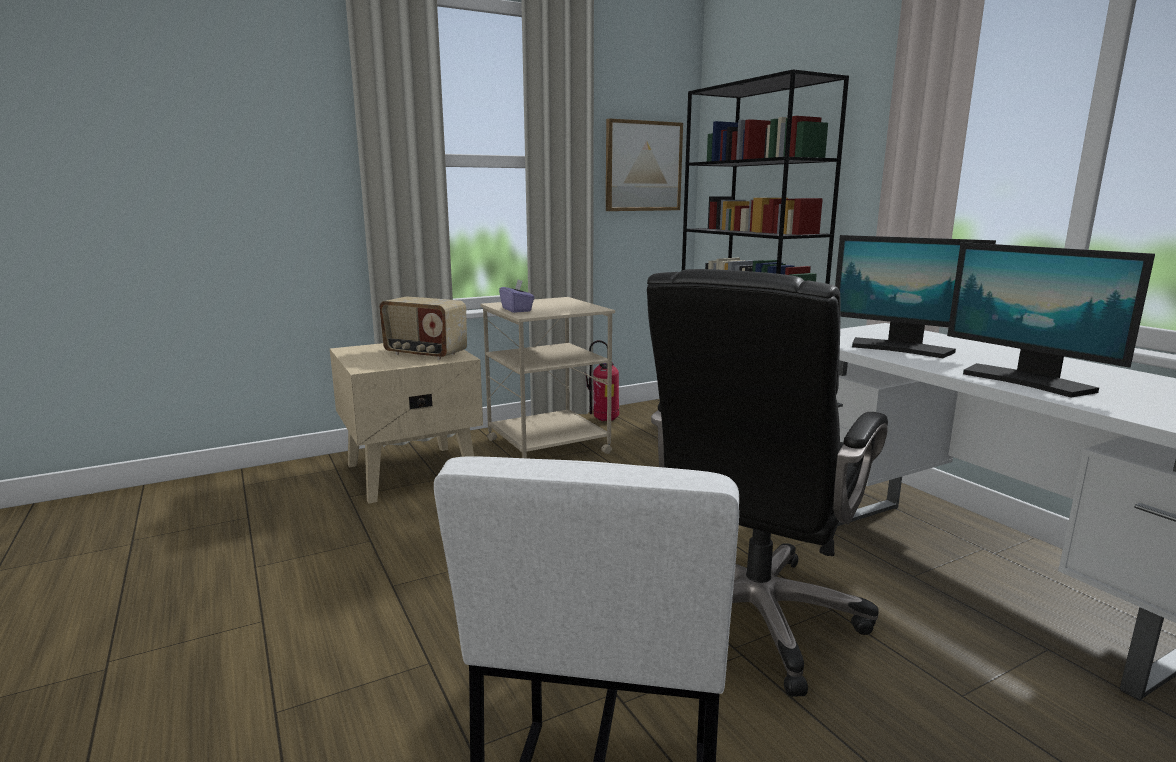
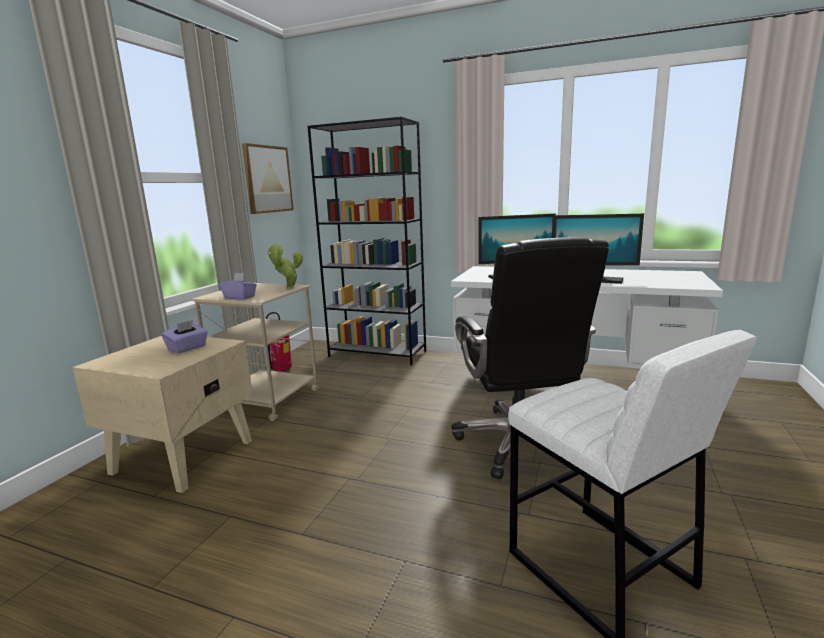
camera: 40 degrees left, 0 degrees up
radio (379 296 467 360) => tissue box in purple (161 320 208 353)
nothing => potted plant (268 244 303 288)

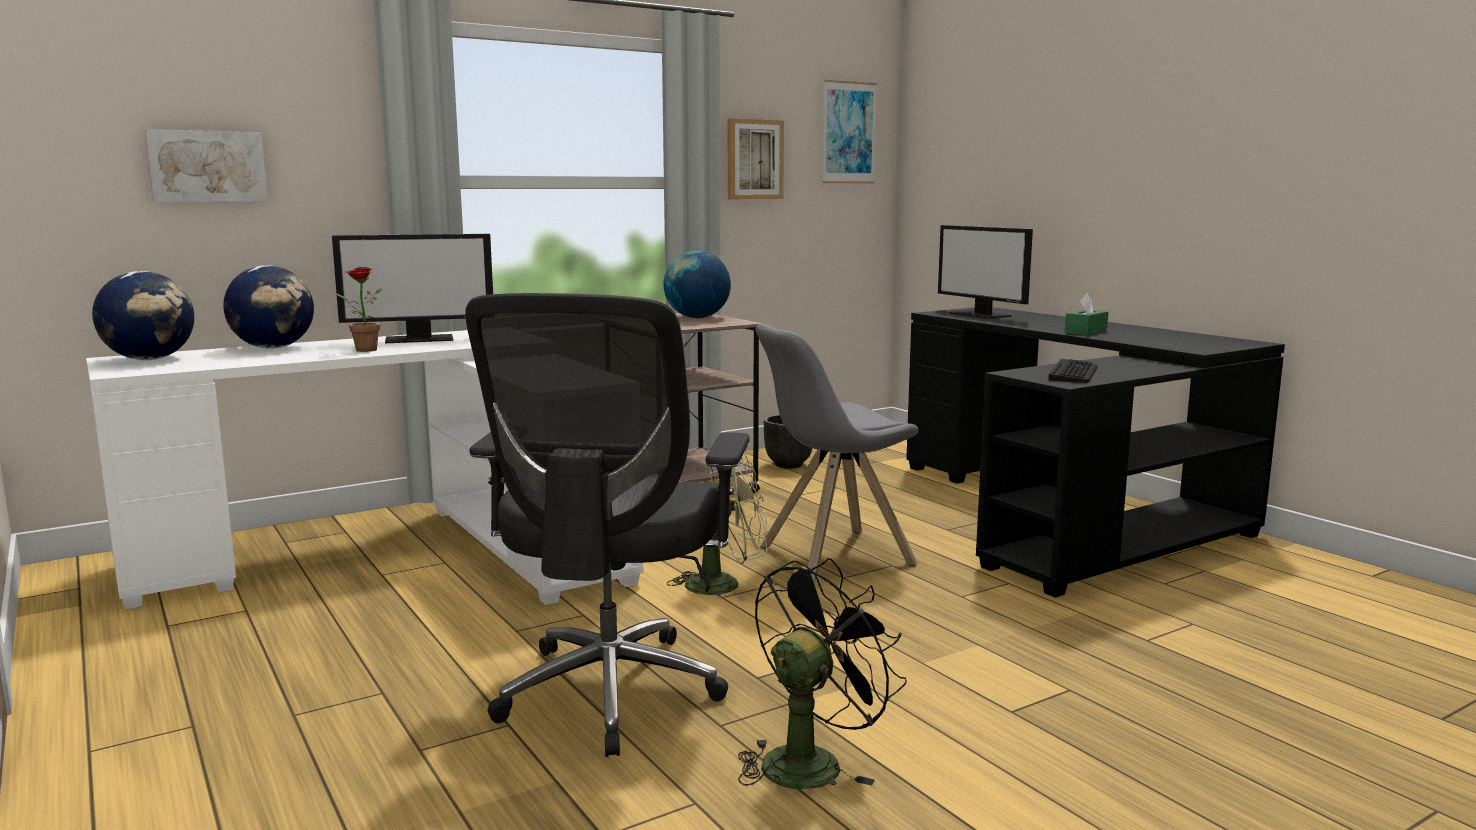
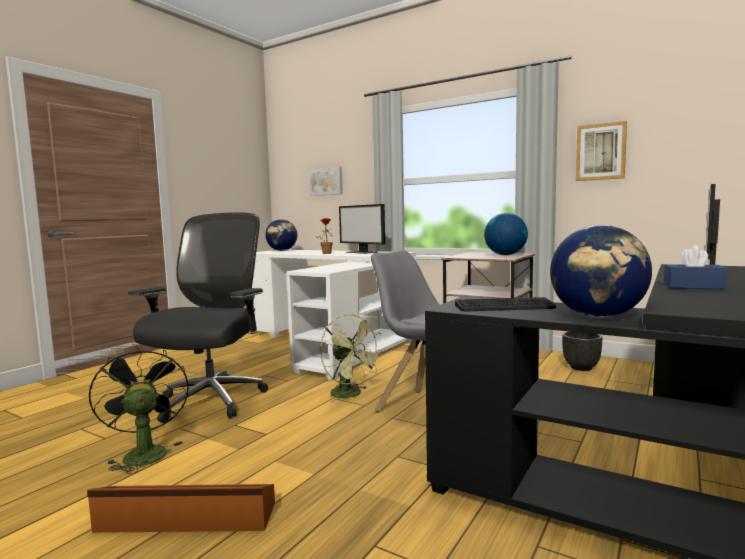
camera: 65 degrees right, 5 degrees down
globe (223 265 314 349) => globe (550 225 652 318), relocated
office chair (465 293 750 757) => office chair (128 212 268 423), 120 degrees clockwise
fan in black (738 558 907 789) => fan in black (89 346 189 474), 135 degrees counterclockwise
picture (822 80 877 183) => nothing
tissue box in green (1065 293 1108 335) => tissue box in blue (664 245 728 289)
nothing => storage box in brown (87 484 275 533)

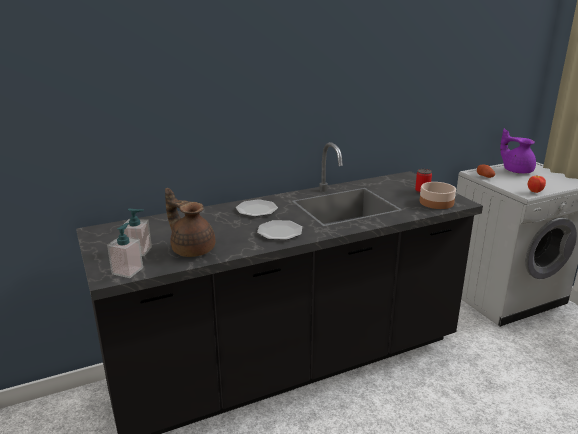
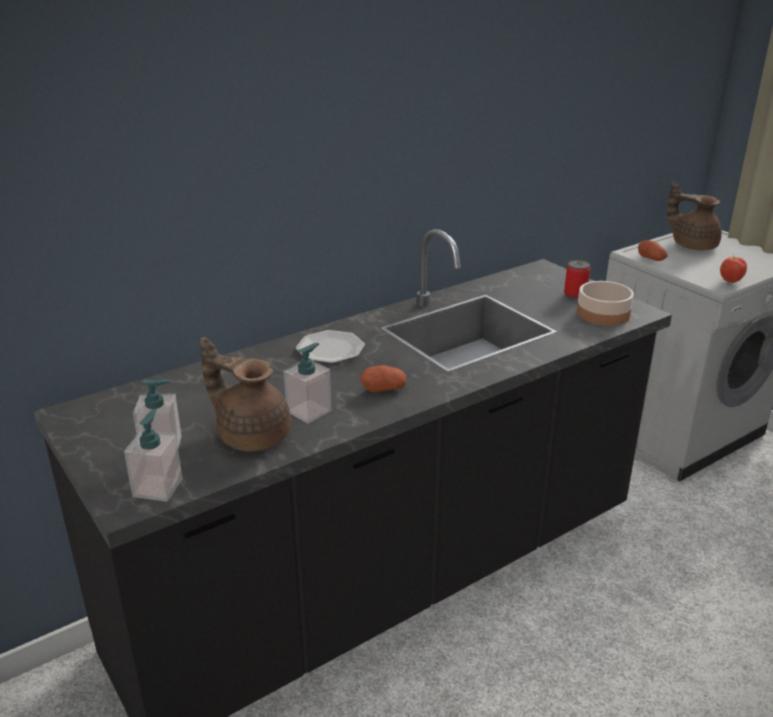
camera: 10 degrees left, 5 degrees up
plate (257 220 302 240) => potato (361 365 407 392)
teapot in purple (500 129 536 174) => teapot in brown (667 182 722 250)
nothing => soap dispenser (284 343 331 423)

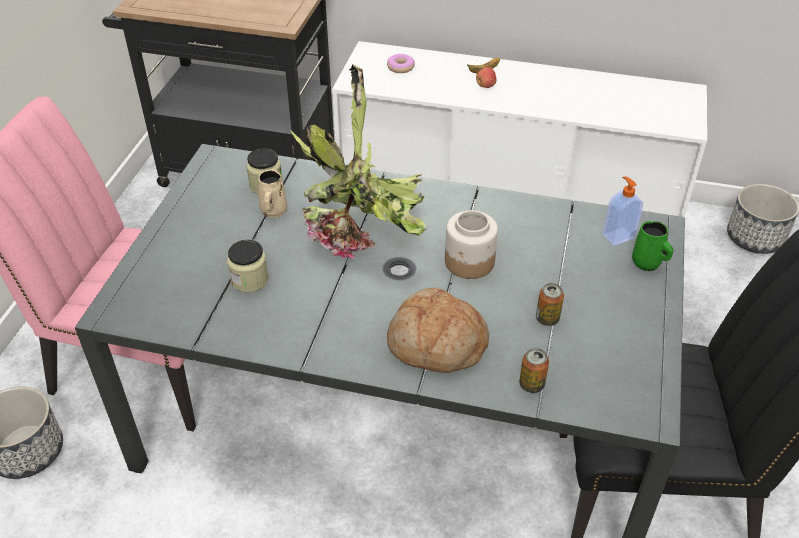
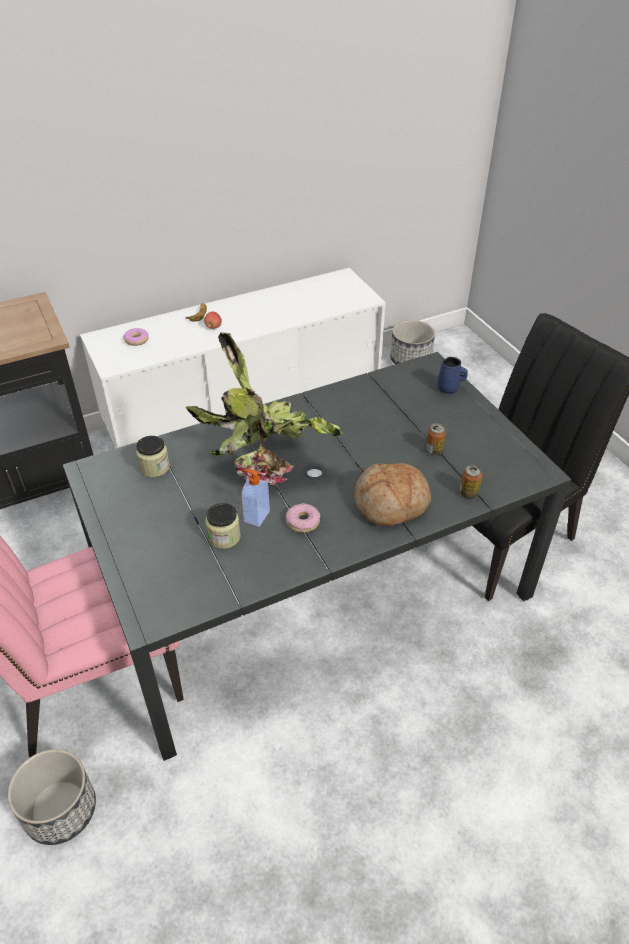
camera: 40 degrees left, 0 degrees up
mug in beige (258 169 287 218) => nothing
jar (445 210 498 279) => nothing
soap dispenser (602 176 643 246) => soap dispenser (242 469 270 527), relocated
mug in green (632 221 673 271) => mug in blue (437 357 468 394)
nothing => donut (286 503 320 533)

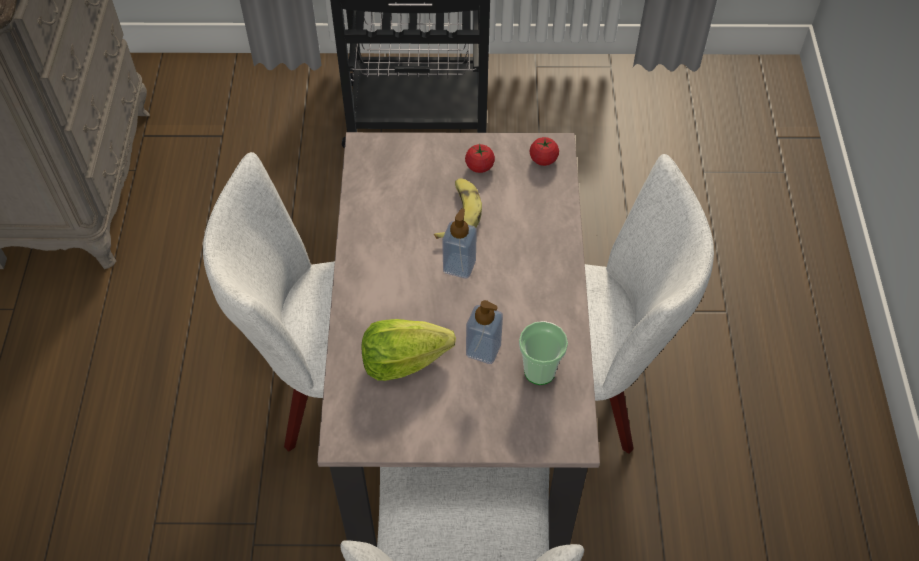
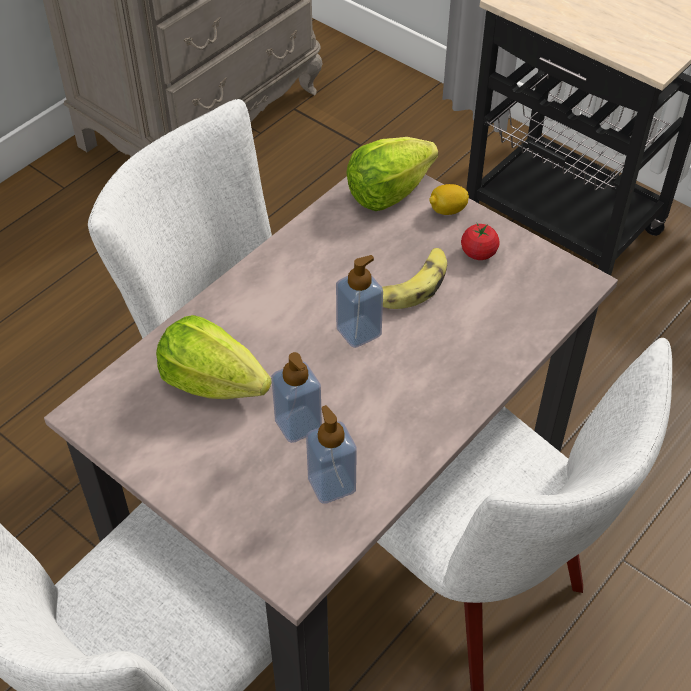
camera: 40 degrees right, 5 degrees down
cup (519 321 568 385) => soap dispenser (306 405 357 504)
tomato (530 137 559 166) => nothing
nothing => lettuce (346 137 438 211)
nothing => lemon (429 184 469 215)

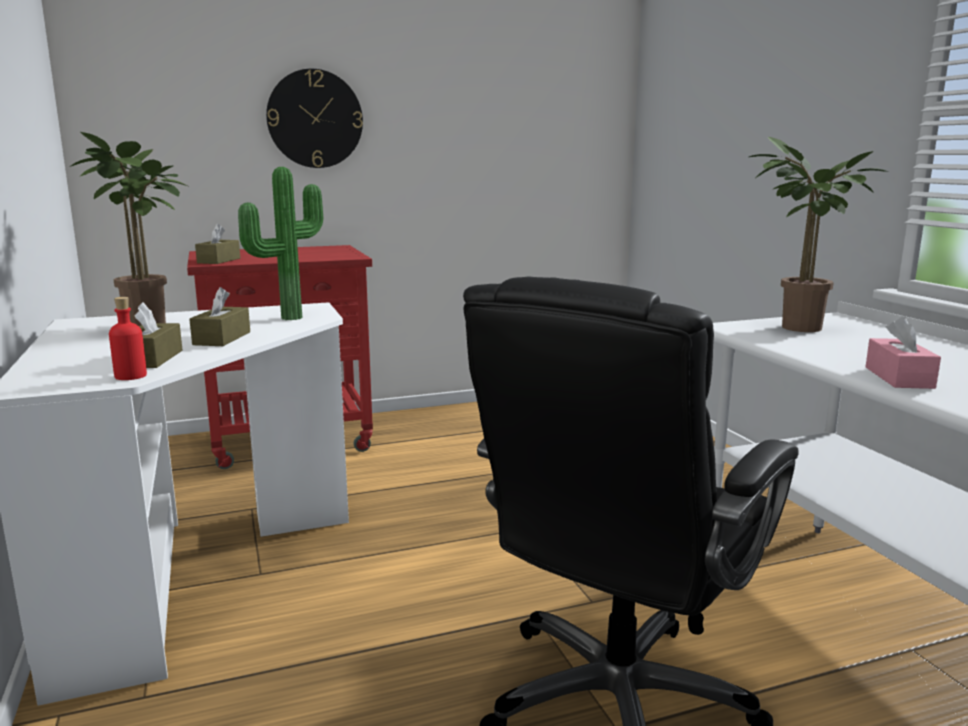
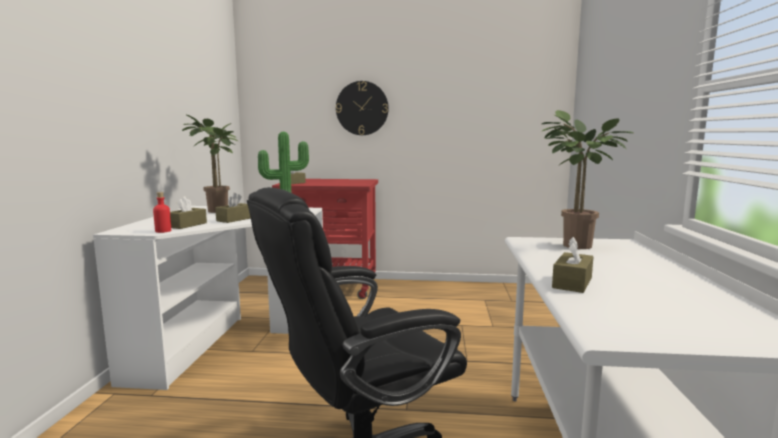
camera: 25 degrees right, 5 degrees down
tissue box in pink (865 317 941 389) => tissue box in brown (552 237 594 293)

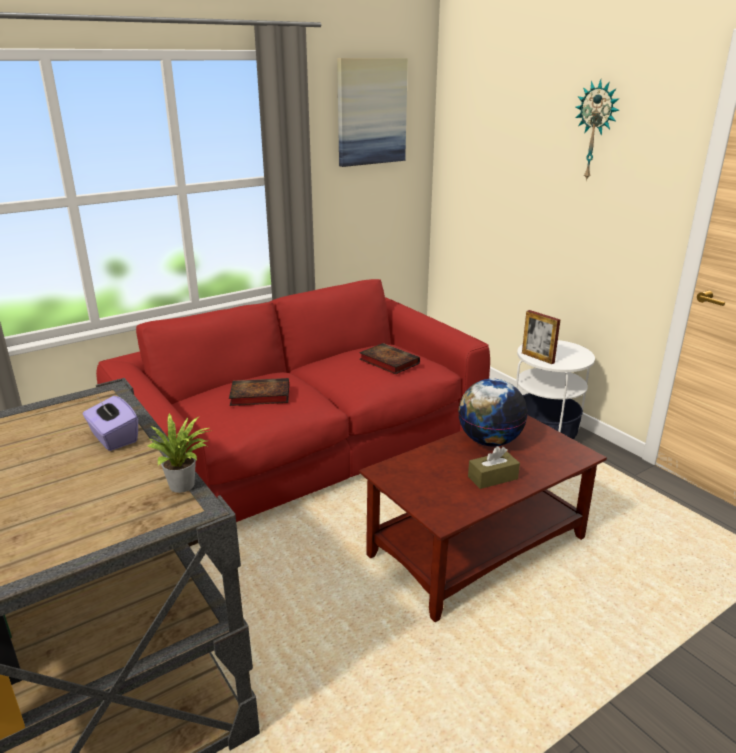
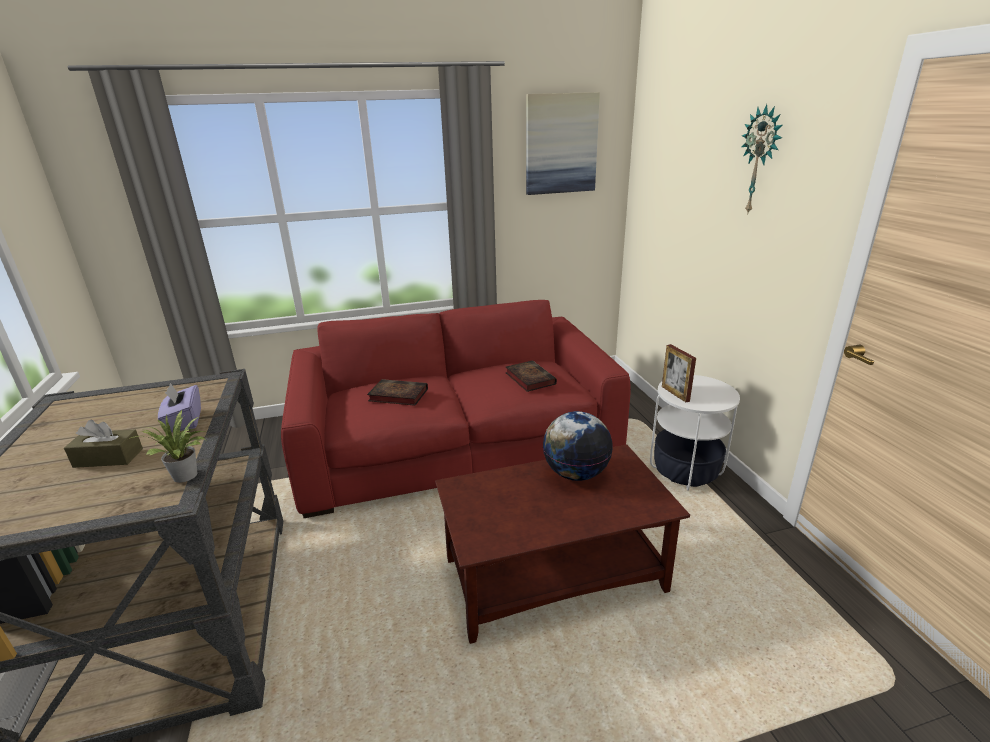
camera: 20 degrees right, 0 degrees up
tissue box in brown (468 446 520 489) => tissue box in brown (64 420 143 468), relocated

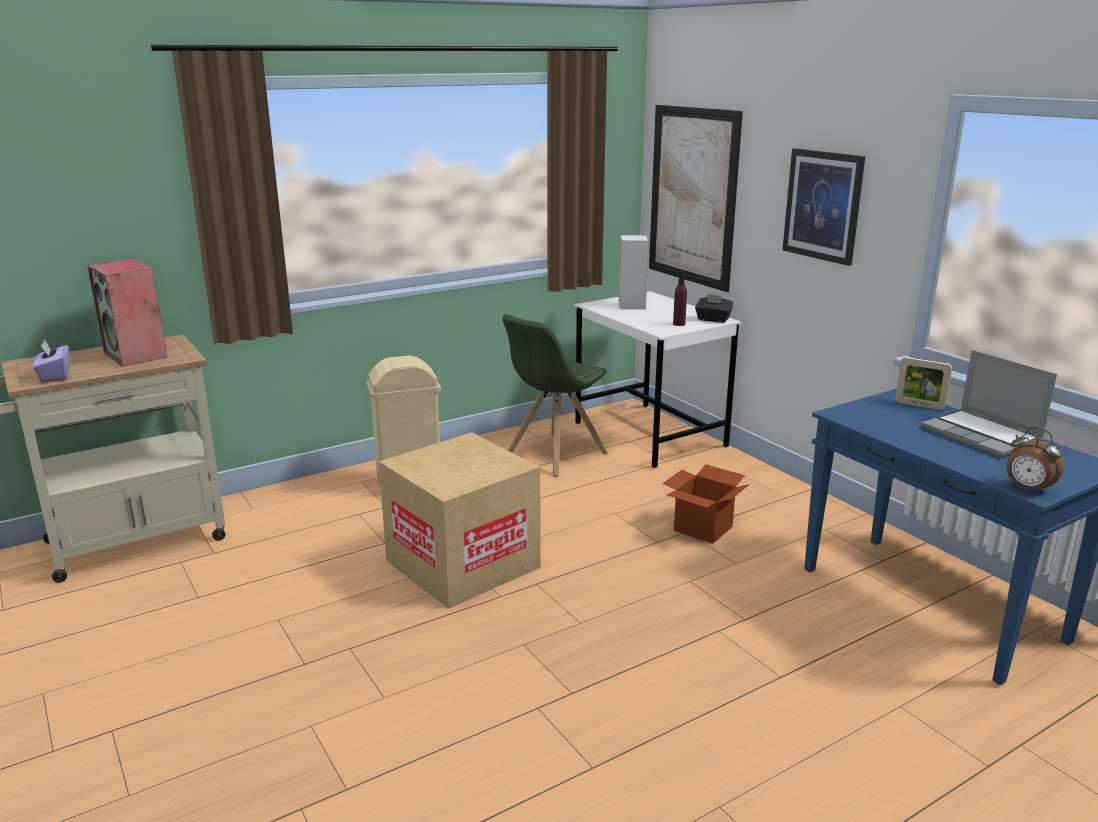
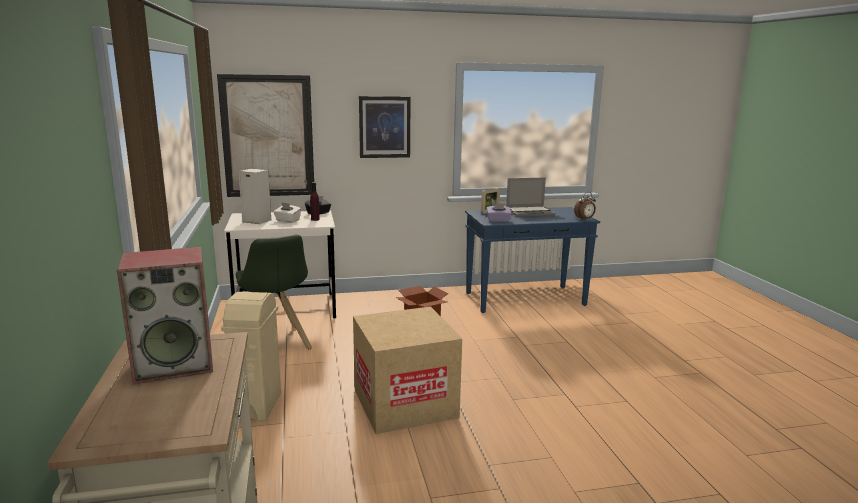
camera: 70 degrees left, 5 degrees down
tissue box in purple (33 340 70 382) => tissue box in purple (486 203 511 222), relocated
nothing => tissue box in white (273 202 301 223)

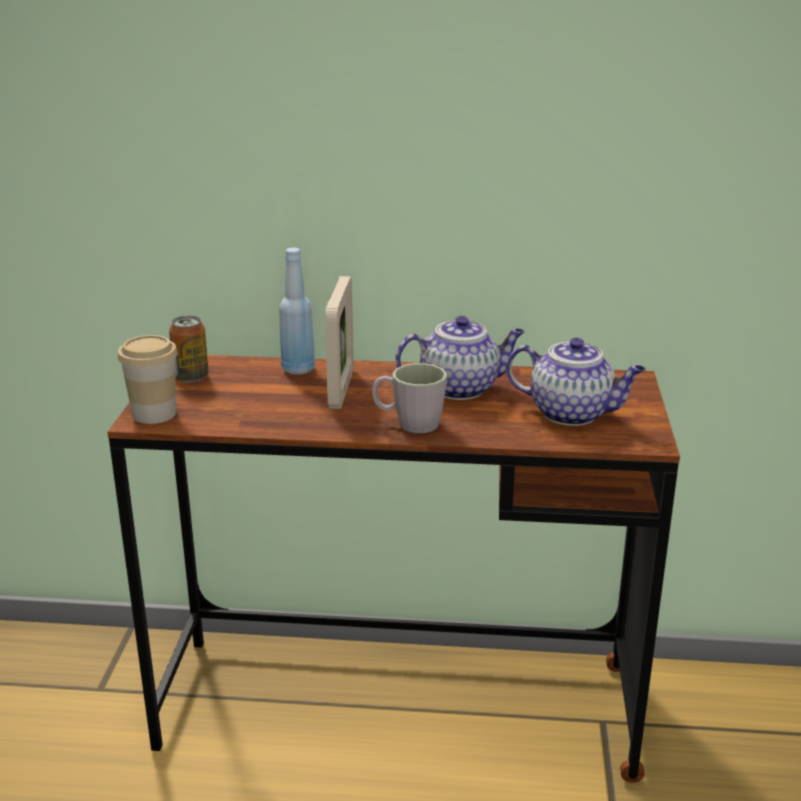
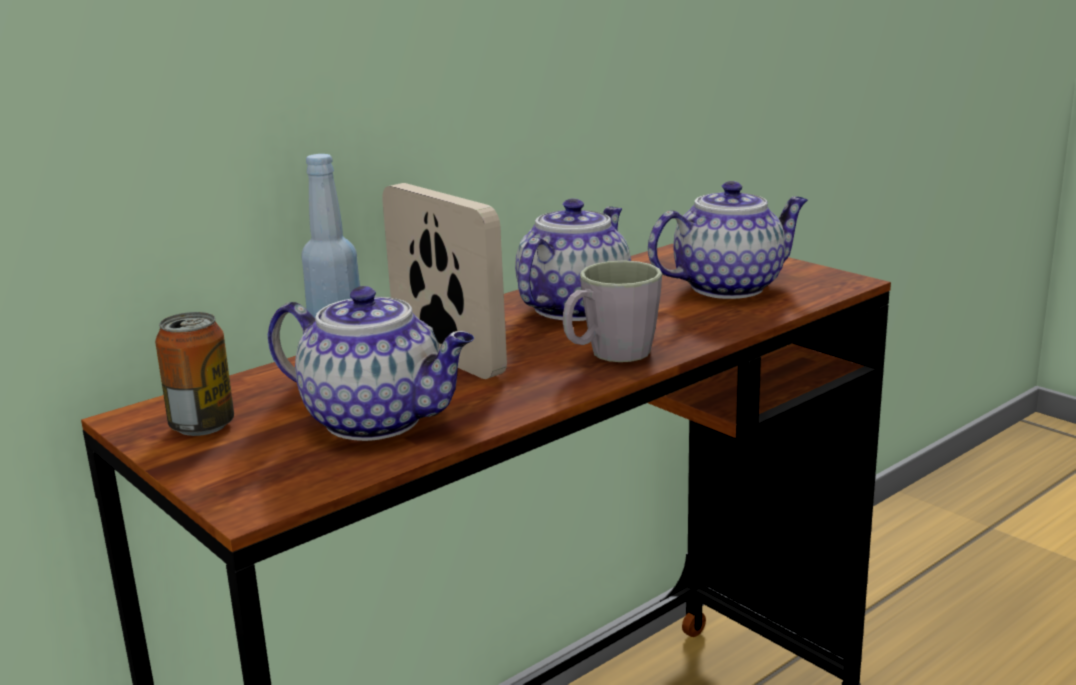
camera: 45 degrees left, 5 degrees down
cup (118 335 178 424) => nothing
nothing => teapot (268 286 474 441)

